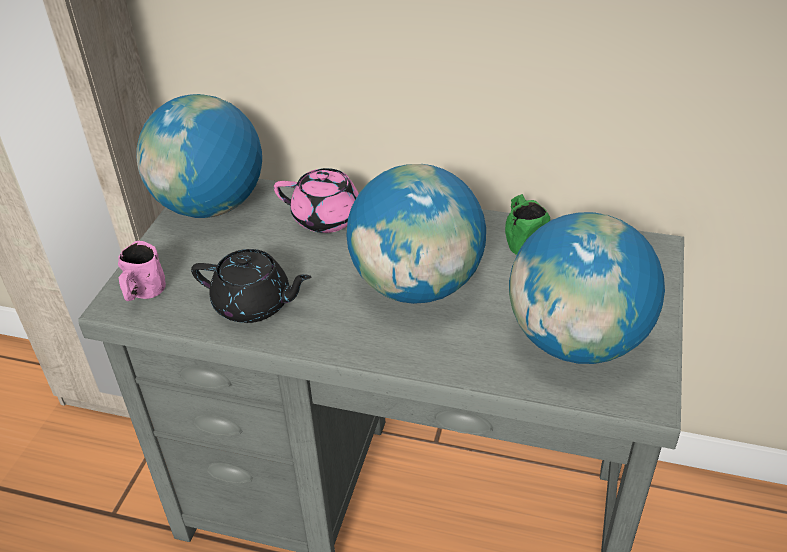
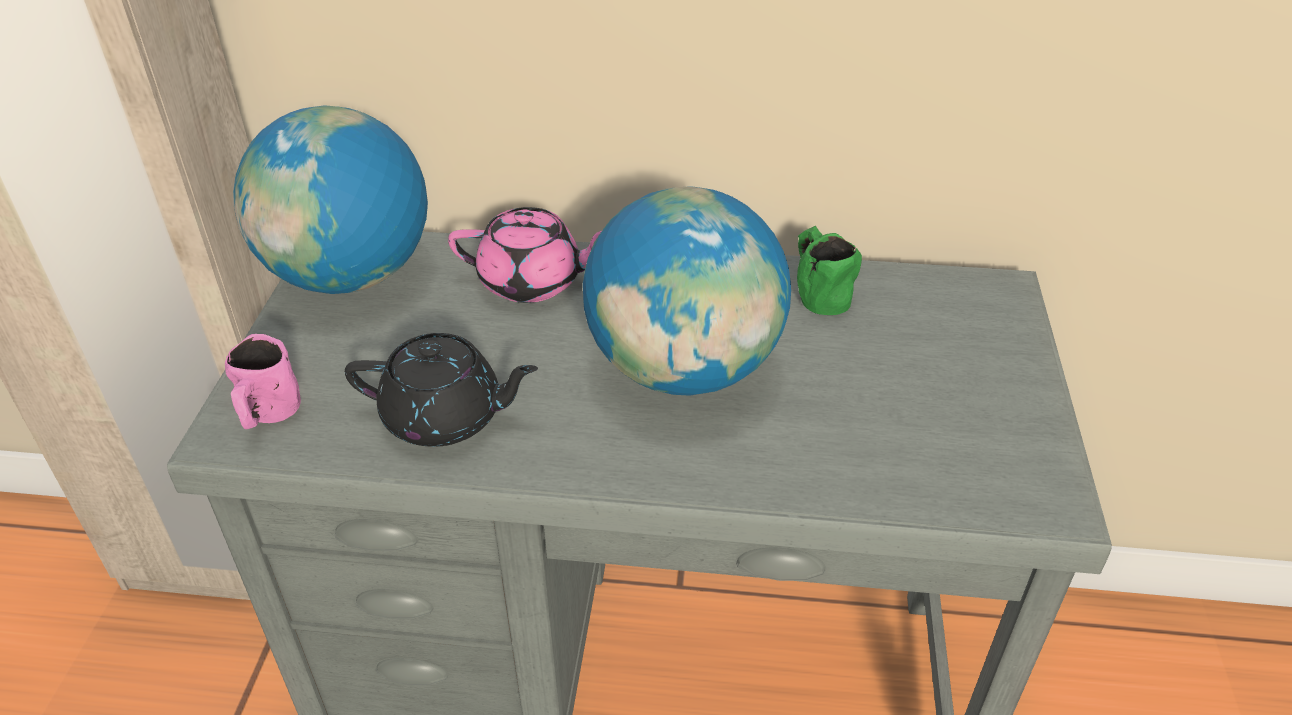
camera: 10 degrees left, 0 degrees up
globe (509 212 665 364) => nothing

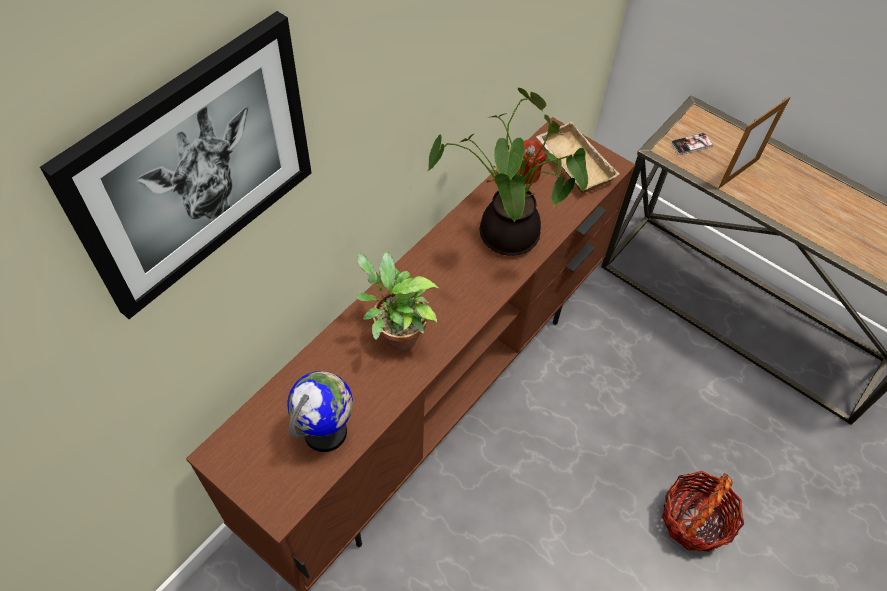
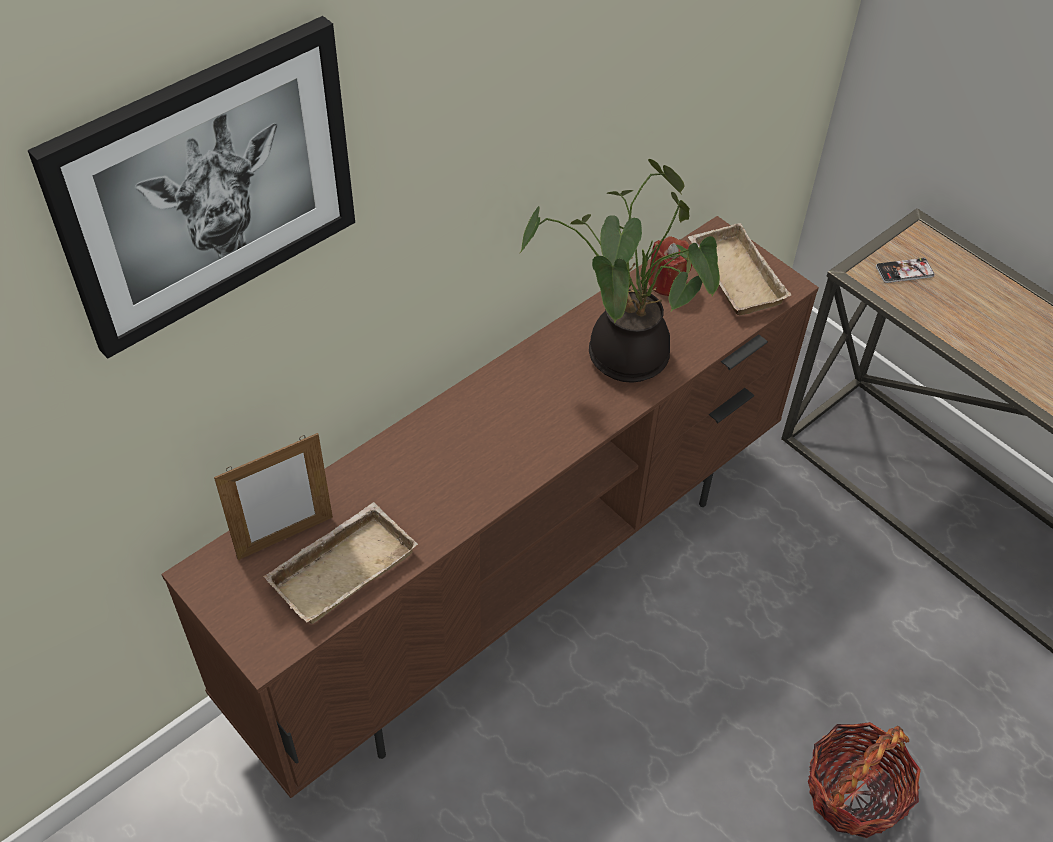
camera: 10 degrees right, 5 degrees down
globe (288 371 353 452) => tray in beige (263 502 418 624)
potted plant (356 252 439 350) => nothing
picture frame (718 97 790 188) => picture frame (214 433 333 560), relocated

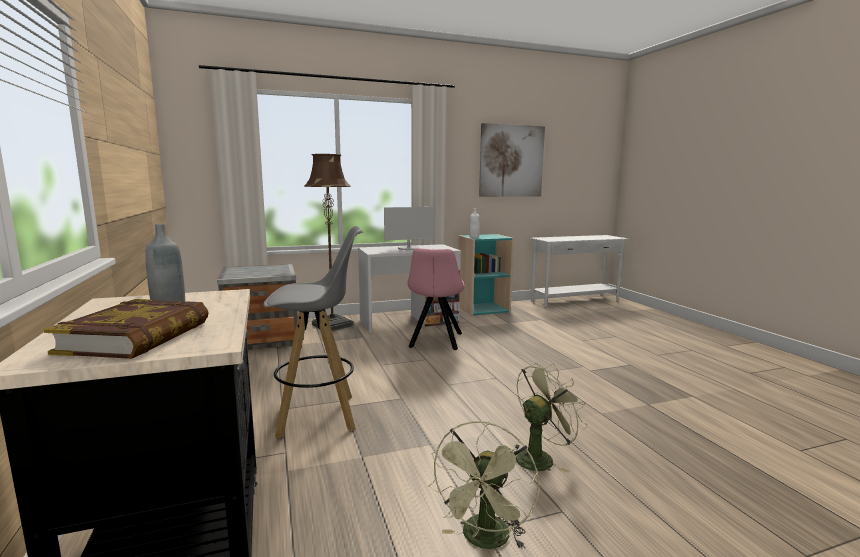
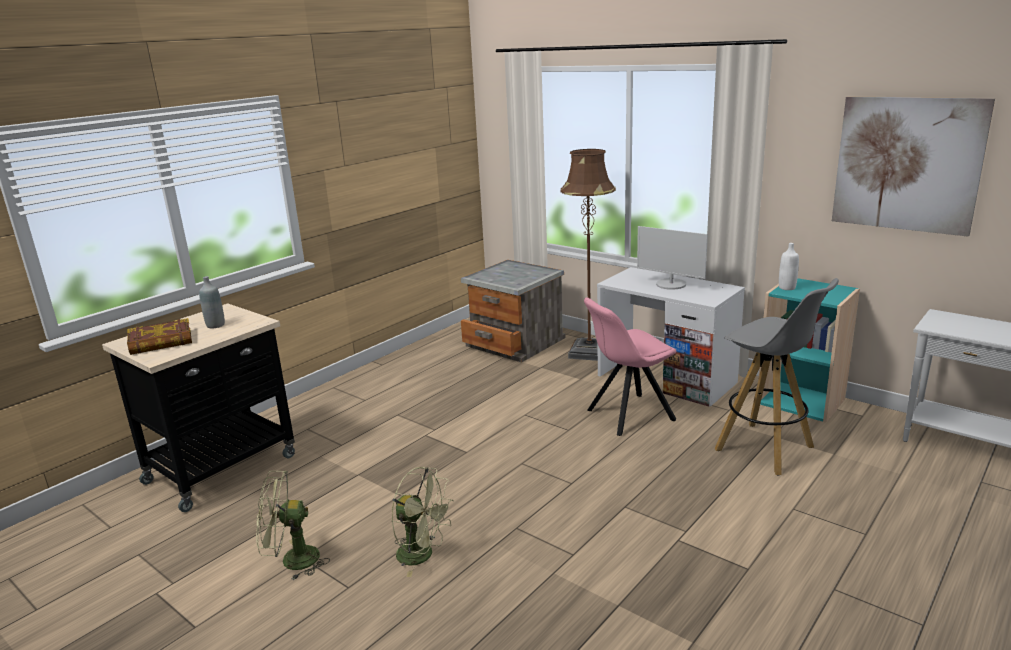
camera: 60 degrees right, 10 degrees up
stool in grey (263 226 363 439) => stool in grey (715 278 839 475), relocated

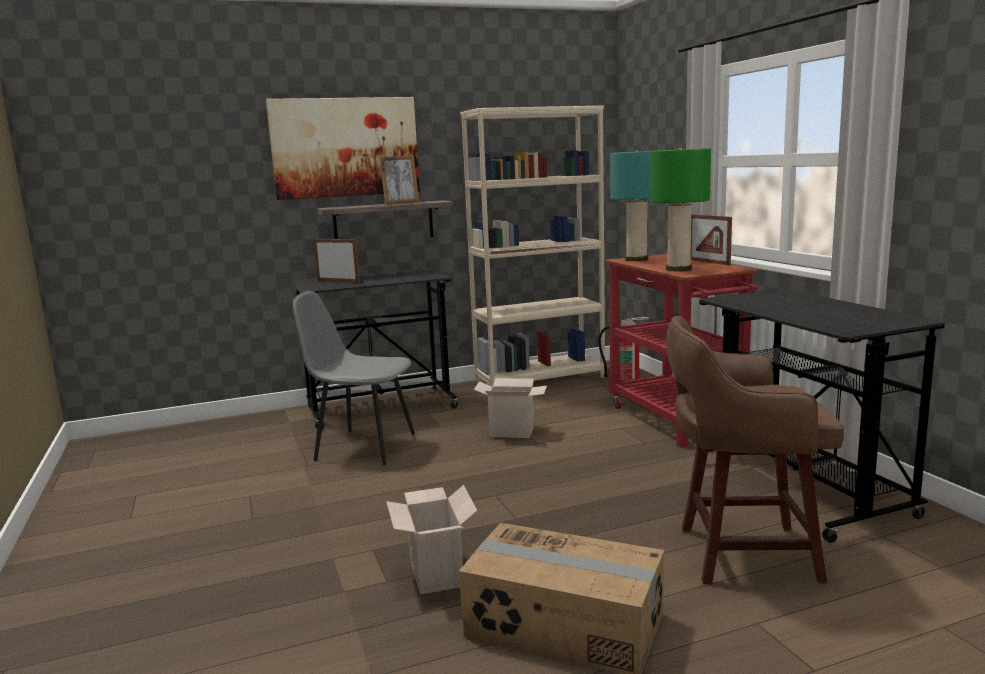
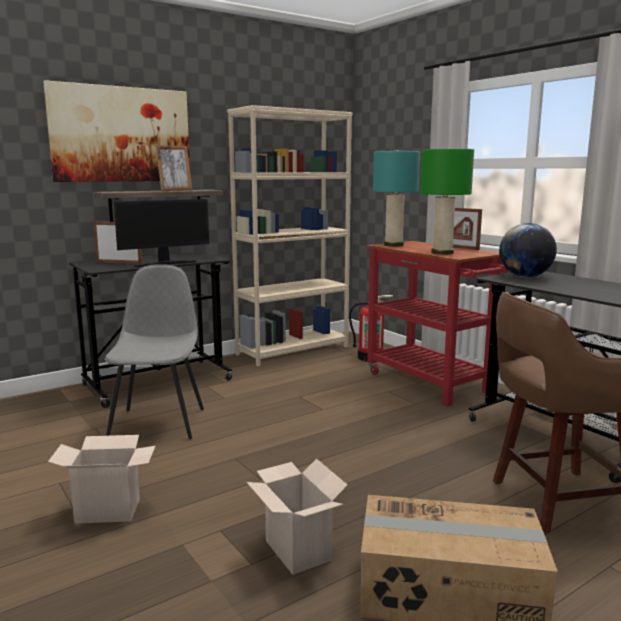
camera: 15 degrees left, 0 degrees up
chair in grey (293 291 415 465) => chair in grey (105 264 204 439), 90 degrees clockwise
cardboard box (474 378 547 438) => cardboard box (48 435 155 524), relocated
nothing => monitor (114 199 209 267)
nothing => globe (499 223 557 277)

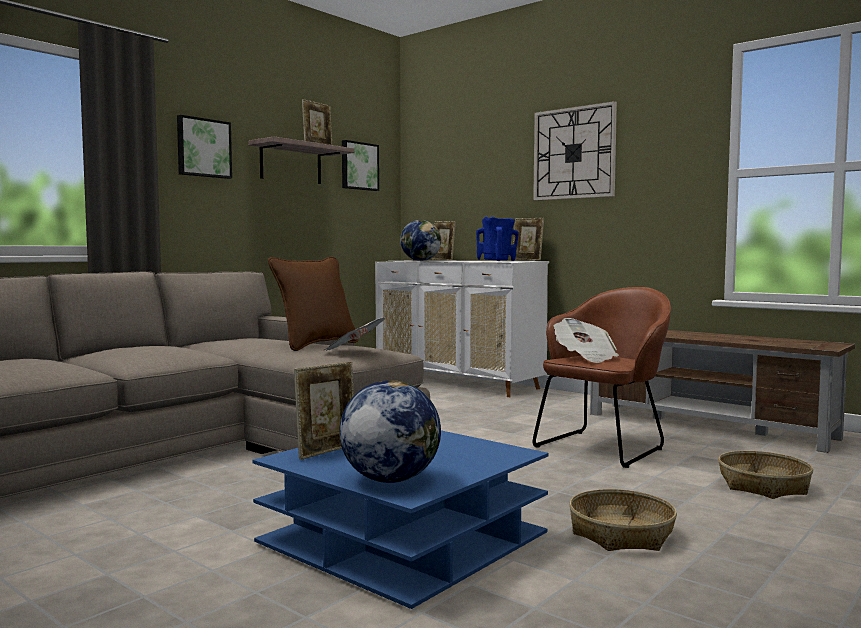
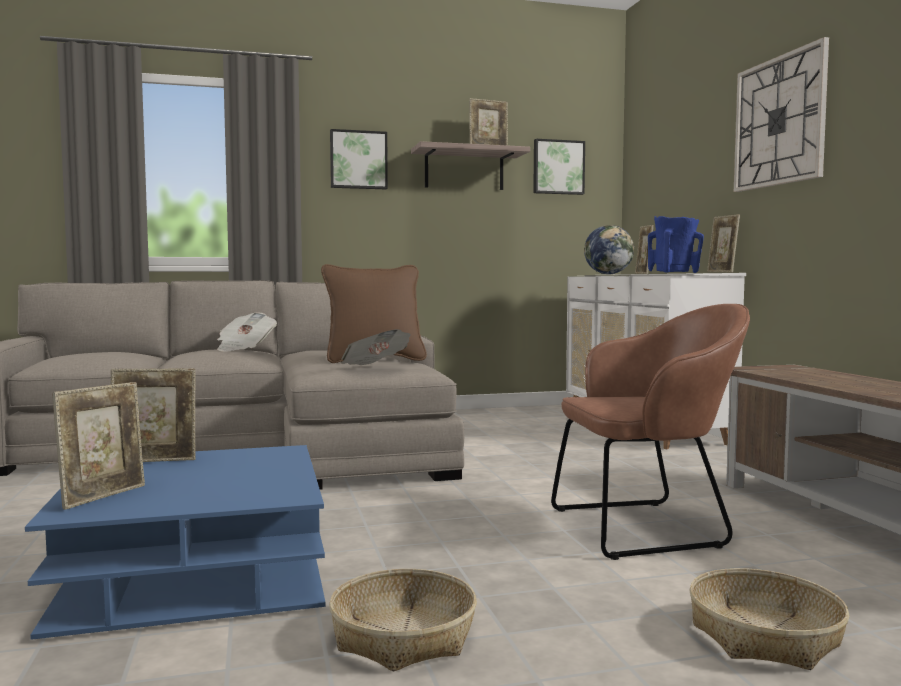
camera: 35 degrees right, 0 degrees up
globe (339 380 441 483) => picture frame (52 382 145 510)
newspaper (553 318 619 363) => newspaper (217 313 277 352), relocated

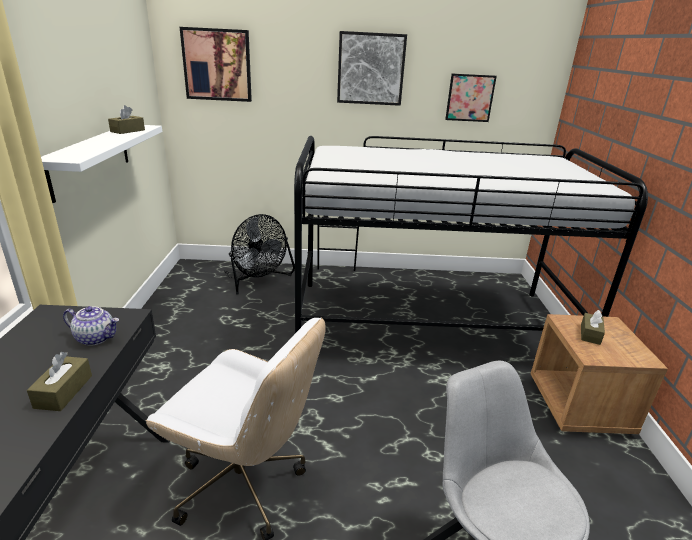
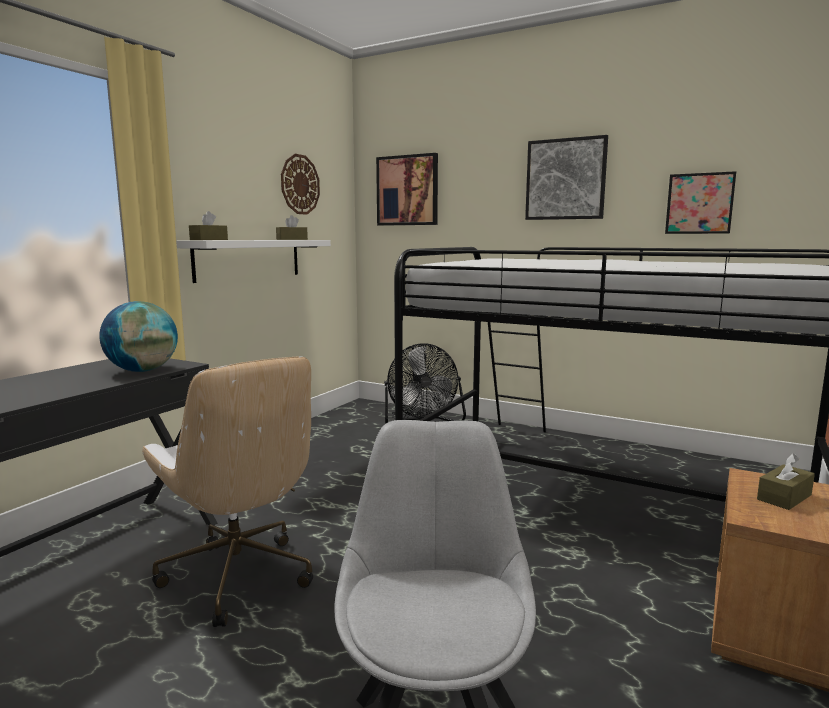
camera: 30 degrees right, 15 degrees down
tissue box in brown (27 352 92 411) => tissue box in brown (189 211 228 240), relocated
teapot (63 306 119 346) => globe (99 301 178 372)
nothing => wall clock (281 154 320 215)

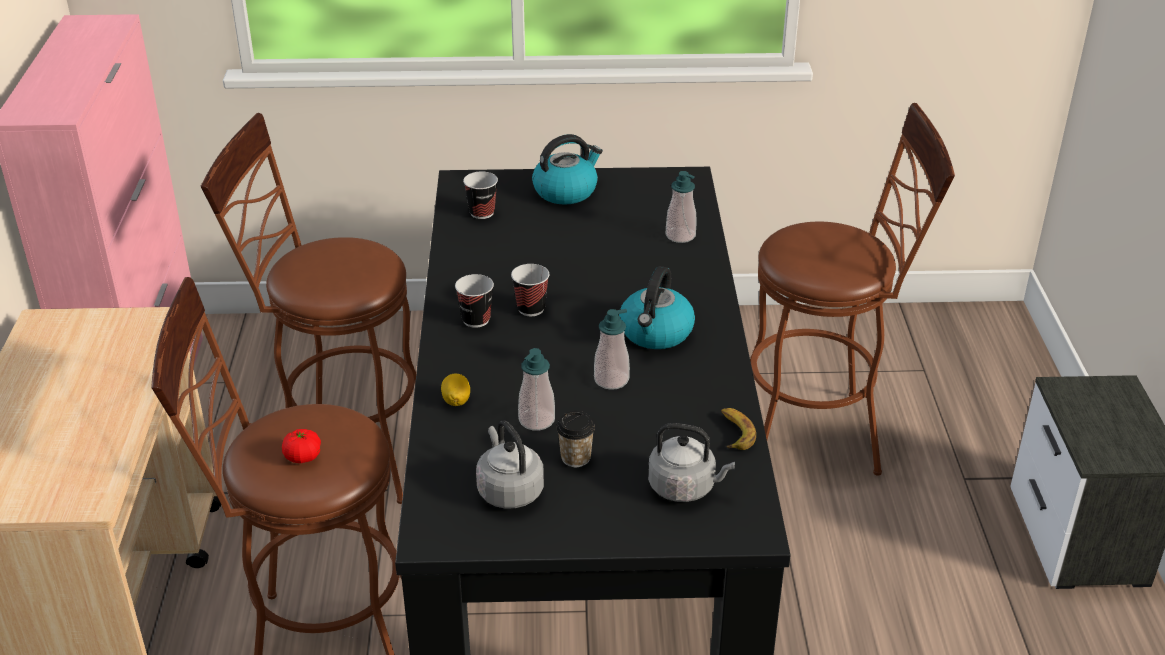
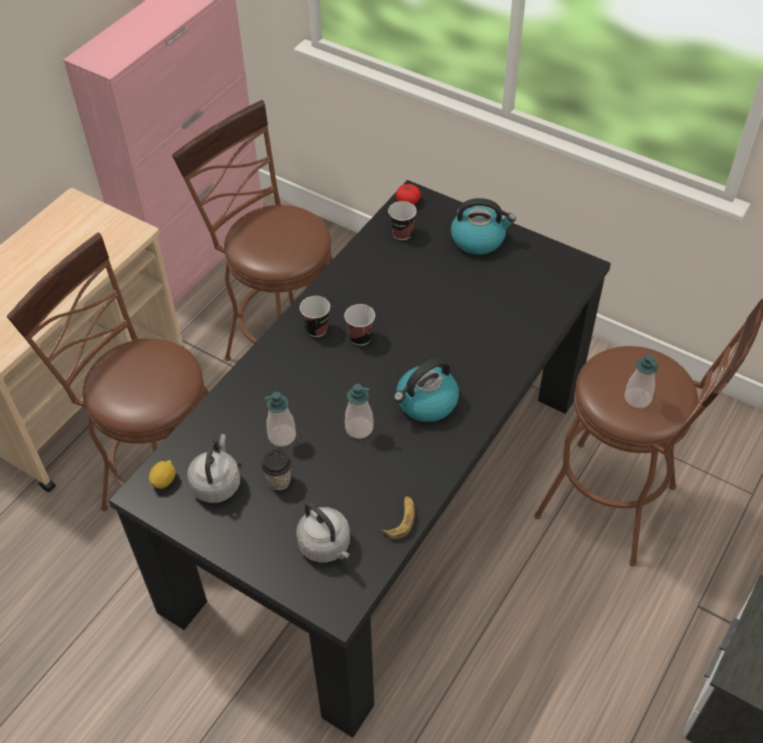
camera: 35 degrees right, 15 degrees up
tomato (282 429 321 463) => tomato (396 184 421 205), relocated
lemon (441 373 470 406) => lemon (149 460 176 489), relocated
soap dispenser (666 171 697 243) => soap dispenser (624 354 658 408), relocated

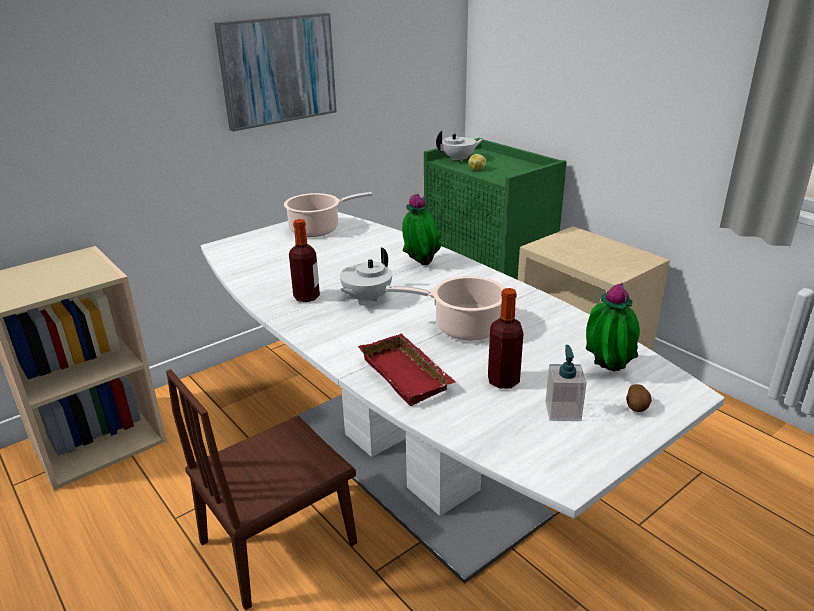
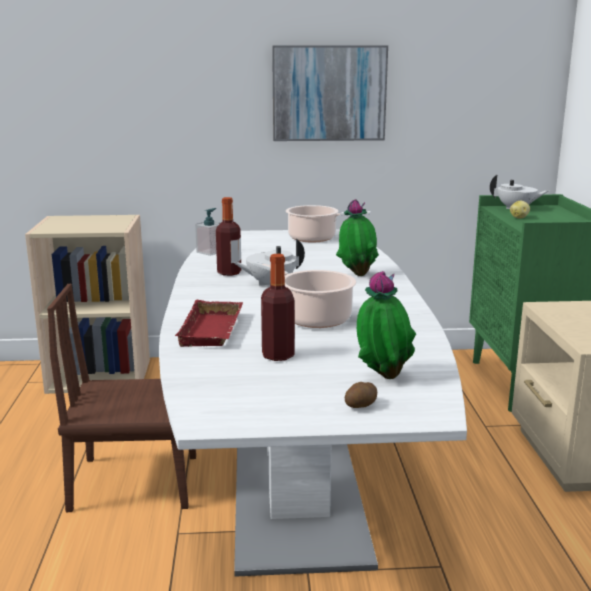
camera: 35 degrees right, 10 degrees down
soap dispenser (545 345 587 421) => soap dispenser (195 208 220 256), relocated

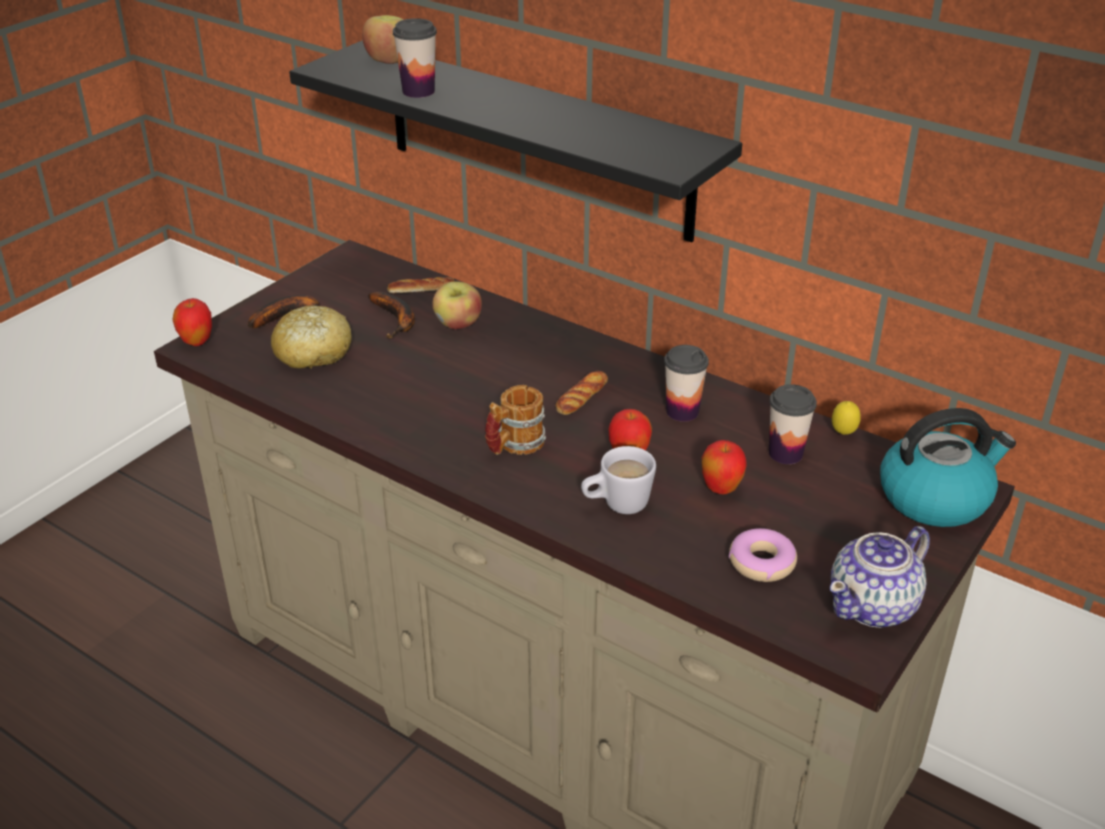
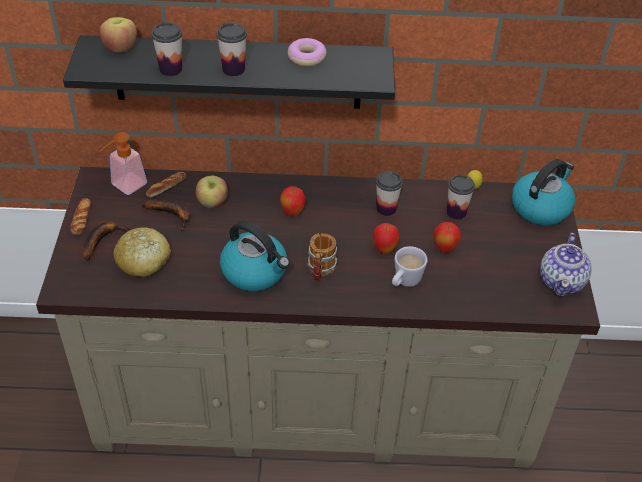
camera: 35 degrees left, 10 degrees up
apple (172 298 212 346) => apple (280 186 305 216), relocated
bread (555 371 608 415) => bread (71 198 91 235), relocated
donut (729 528 797 582) => donut (288 38 326 67), relocated
nothing => soap dispenser (100 132 147 195)
nothing => cup (216 22 247 76)
nothing => kettle (220 221 290 291)

